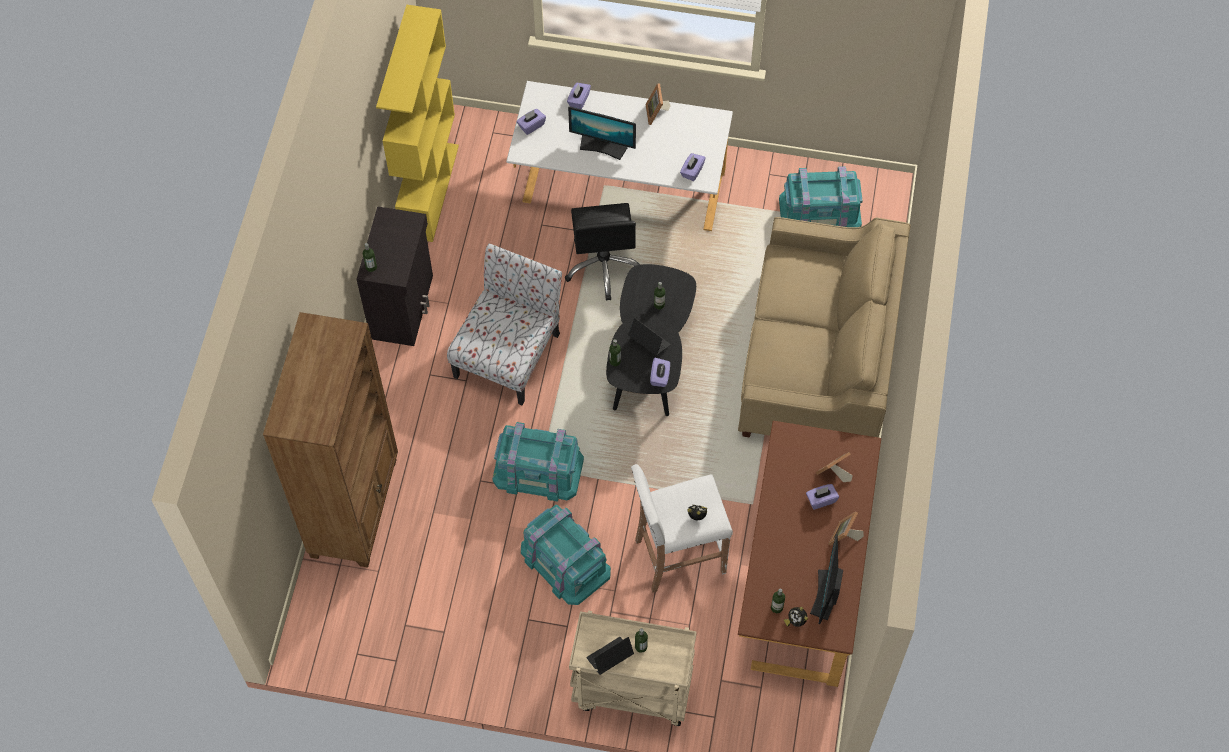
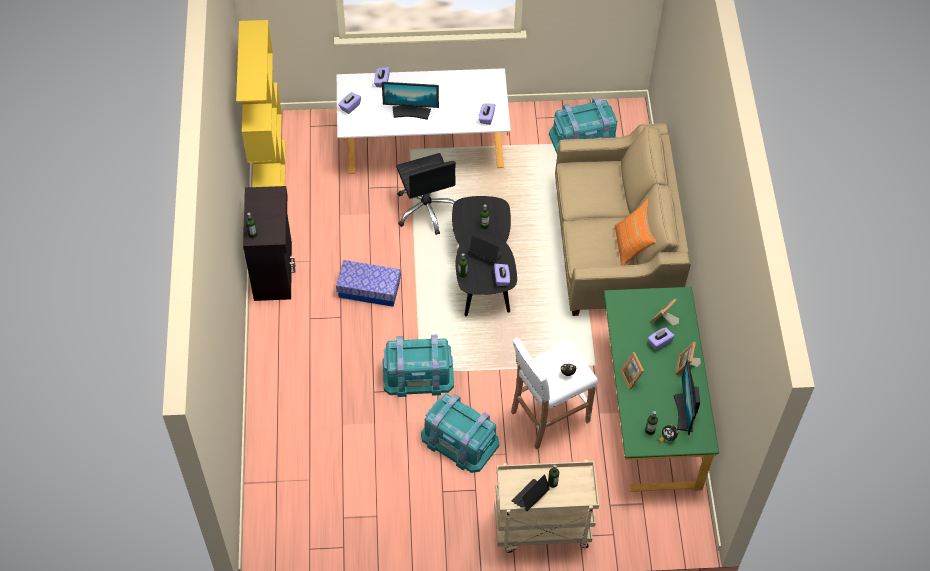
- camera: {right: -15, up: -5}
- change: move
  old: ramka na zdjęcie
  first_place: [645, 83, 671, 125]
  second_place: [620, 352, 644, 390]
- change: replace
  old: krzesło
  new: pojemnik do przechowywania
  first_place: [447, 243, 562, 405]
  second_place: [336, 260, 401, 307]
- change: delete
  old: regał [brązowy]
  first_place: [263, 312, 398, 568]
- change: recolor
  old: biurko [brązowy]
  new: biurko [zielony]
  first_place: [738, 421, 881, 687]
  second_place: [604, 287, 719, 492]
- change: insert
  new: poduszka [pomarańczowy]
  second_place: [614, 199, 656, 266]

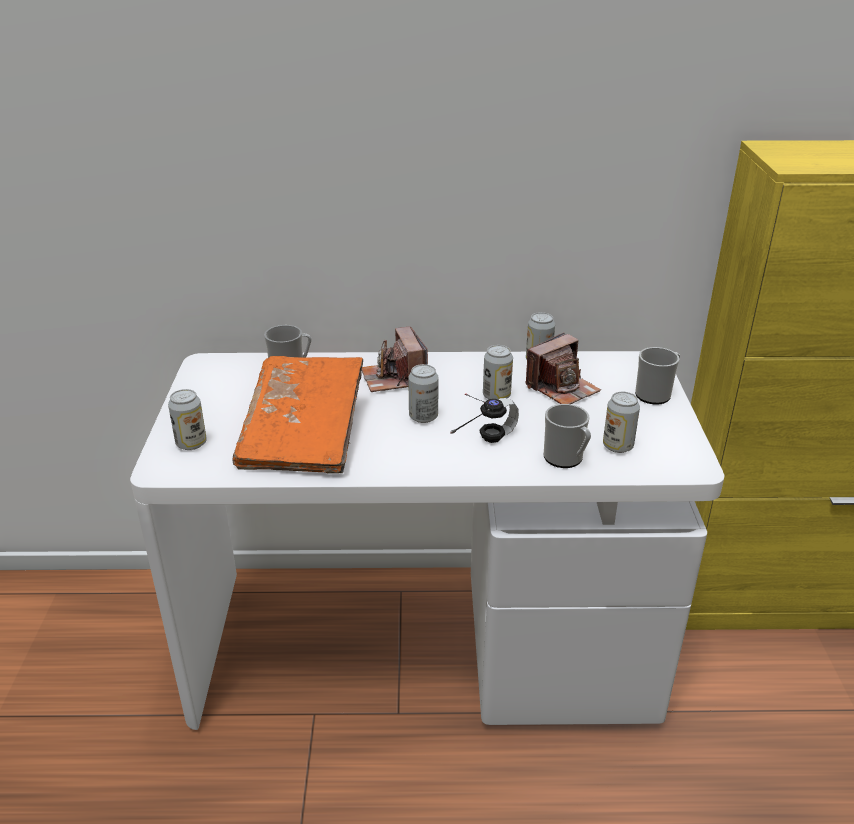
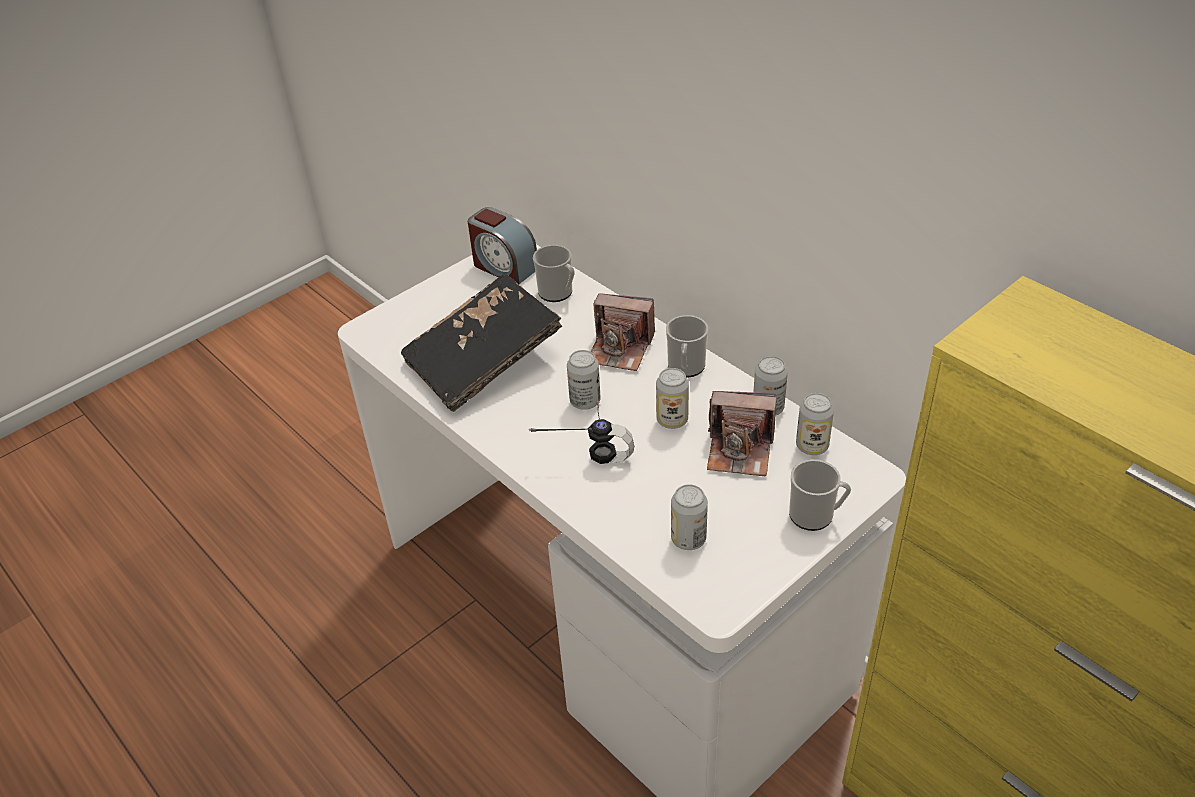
- camera: {right: 50, up: 10}
- change: rotate
  old: aparat fotograficzny
  first_place: [362, 326, 428, 392]
  second_place: [591, 293, 655, 371]
  degrees: -105
- change: recolor
  old: książka [pomarańczowy]
  new: książka [czarny]
  first_place: [233, 356, 363, 473]
  second_place: [401, 275, 562, 412]
- change: move
  old: puszka
  first_place: [168, 389, 207, 450]
  second_place: [796, 393, 834, 455]
- change: move
  old: kubek
  first_place: [544, 404, 591, 468]
  second_place: [666, 315, 708, 377]
- change: insert
  new: budzik
  second_place: [468, 207, 537, 284]

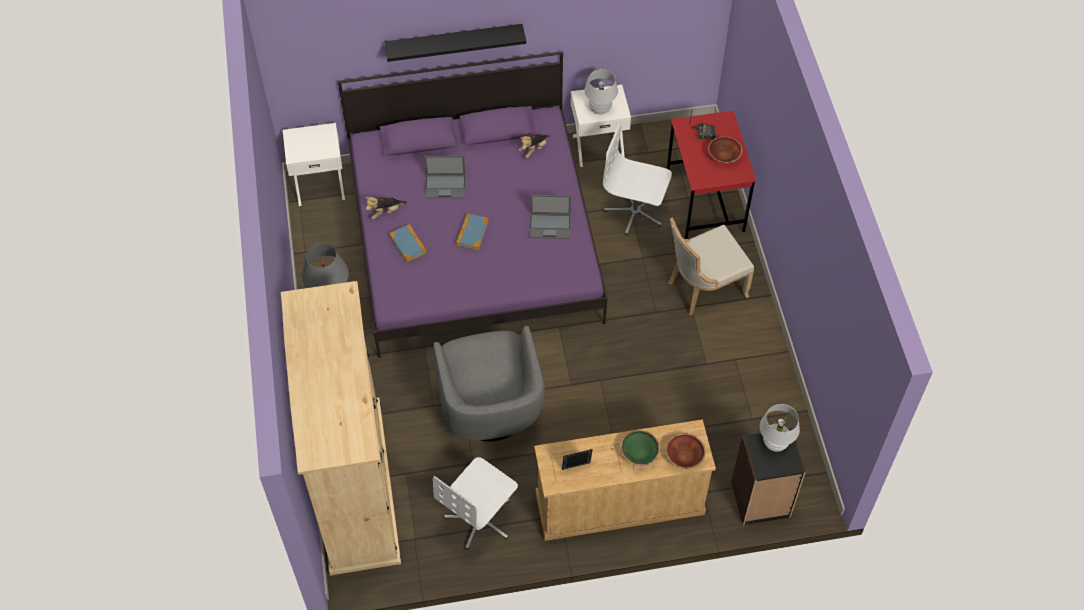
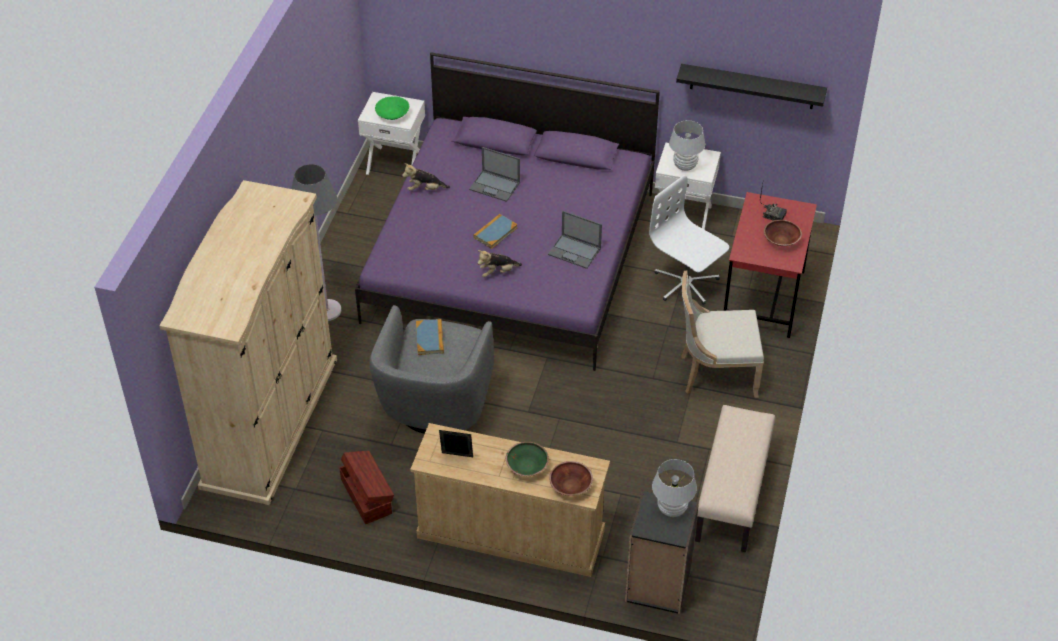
- camera: {right: 25, up: -10}
- change: move
  old: półka [czarny]
  first_place: [384, 24, 526, 62]
  second_place: [676, 64, 827, 109]
- change: move
  old: pluszak
  first_place: [519, 133, 550, 158]
  second_place: [478, 250, 522, 277]
- change: move
  old: książka
  first_place: [389, 224, 427, 263]
  second_place: [416, 319, 444, 355]
- change: replace
  old: krzesło biurowe [biały]
  new: pojemnik do przechowywania [brązowy]
  first_place: [433, 457, 518, 550]
  second_place: [339, 451, 394, 524]
- change: insert
  new: miska [zielony]
  second_place: [375, 96, 409, 120]
- change: insert
  new: ławka [beżowy]
  second_place: [695, 405, 776, 552]

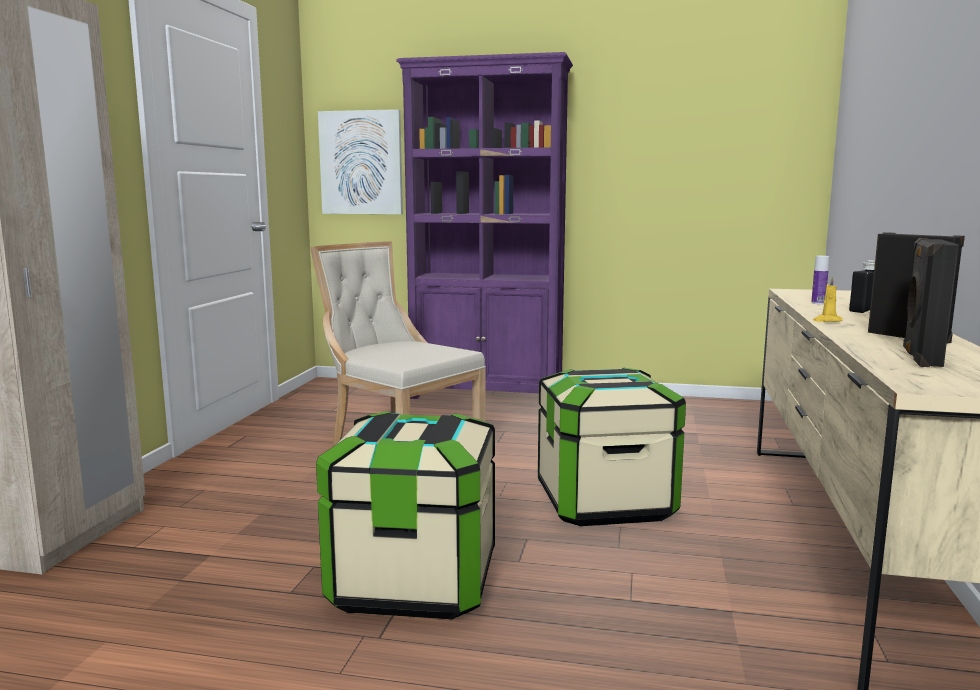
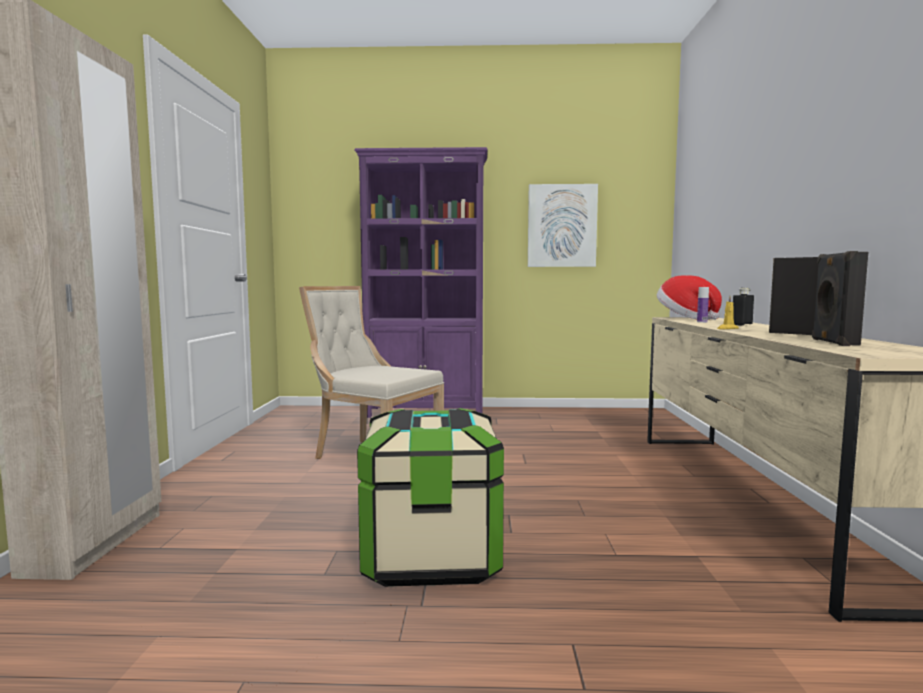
- camera: {right: -10, up: -5}
- change: move
  old: obraz
  first_place: [318, 109, 403, 214]
  second_place: [528, 184, 598, 267]
- change: delete
  old: pojemnik do przechowywania
  first_place: [538, 368, 686, 526]
- change: insert
  new: kapelusz
  second_place: [657, 275, 722, 320]

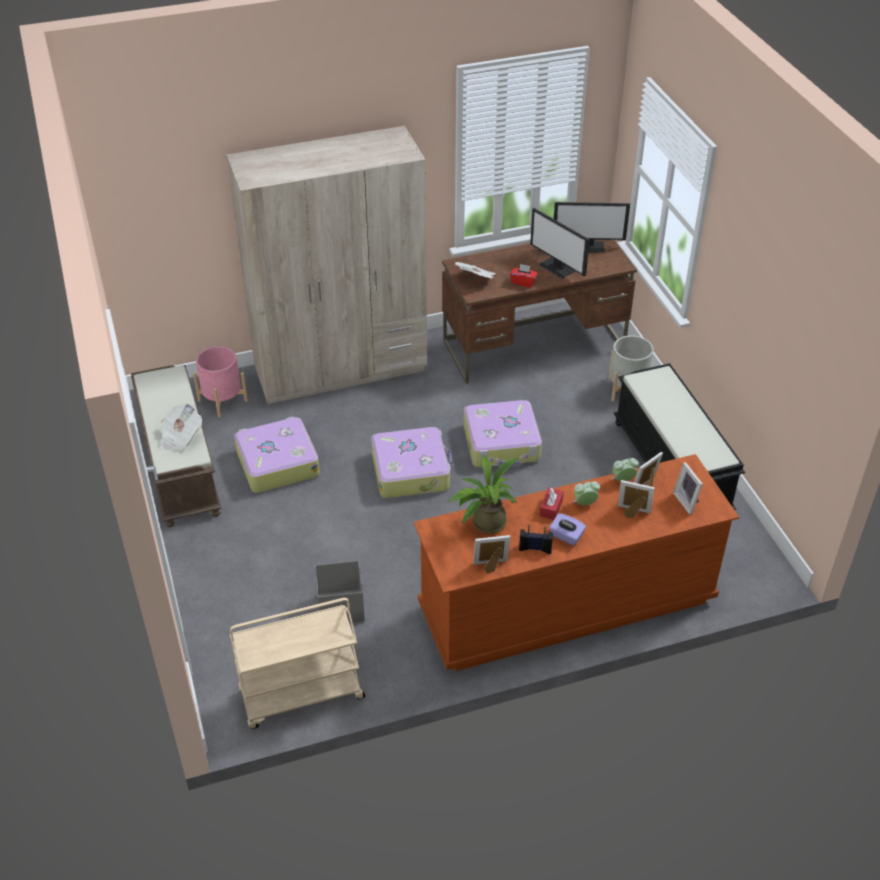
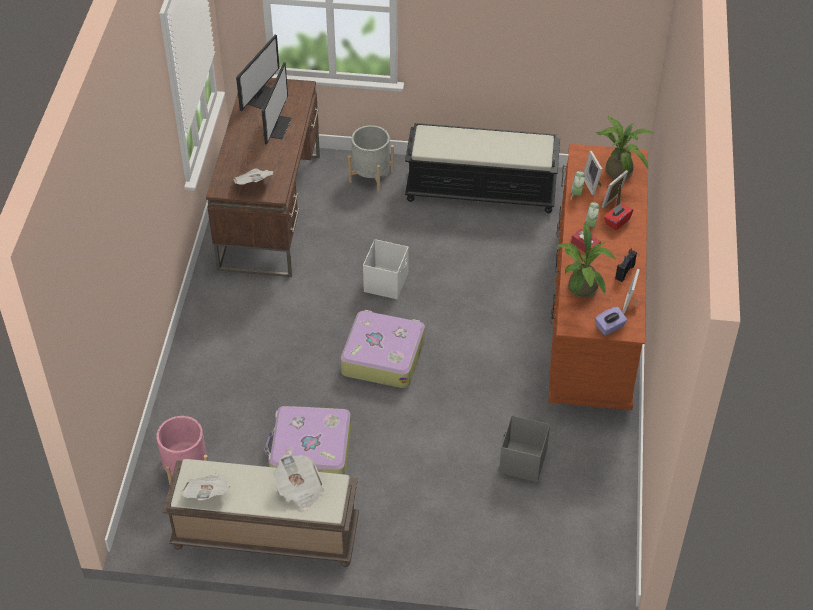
- camera: {right: -65, up: 5}
- change: delete
  old: szafa [beżowy]
  first_place: [226, 126, 427, 405]
- change: rotate
  old: monitor
  first_place: [530, 208, 590, 279]
  second_place: [262, 62, 291, 145]
  degrees: -60
- change: move
  old: pudełko chusteczek [czerwony]
  first_place: [510, 264, 538, 287]
  second_place: [604, 203, 633, 230]
- change: replace
  old: walizka
  new: pojemnik do przechowywania [biały]
  first_place: [463, 400, 542, 467]
  second_place: [363, 239, 409, 299]
- change: replace
  old: ramka na zdjęcie
  new: roślina doniczkowa
  first_place: [673, 462, 703, 515]
  second_place: [596, 116, 655, 179]
- change: move
  old: pudełko chusteczek [fioletowy]
  first_place: [549, 513, 586, 545]
  second_place: [595, 307, 627, 336]
- change: delete
  old: wózek [beżowy]
  first_place: [230, 598, 365, 729]
- change: insert
  new: gazeta
  second_place: [181, 473, 230, 500]

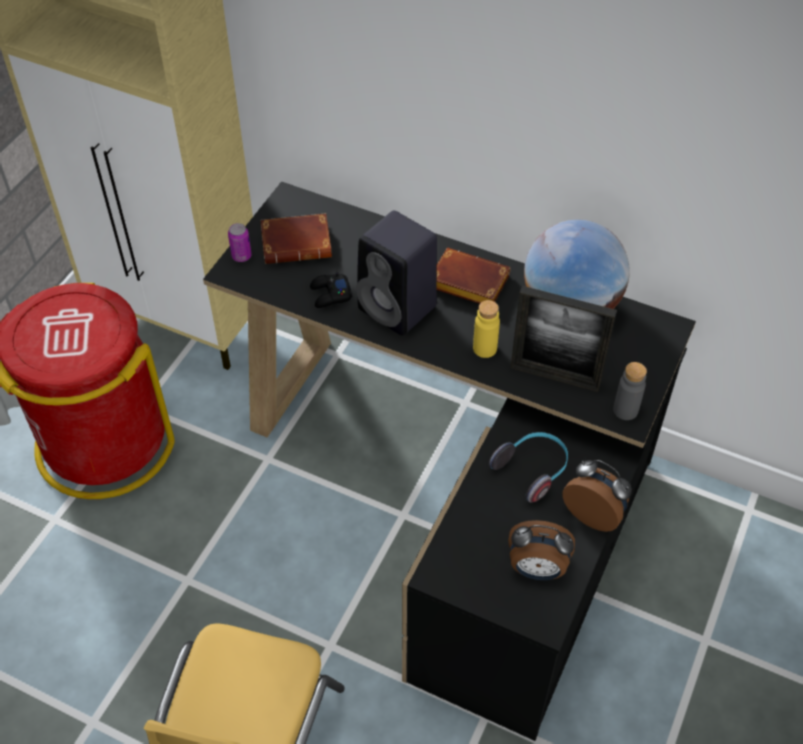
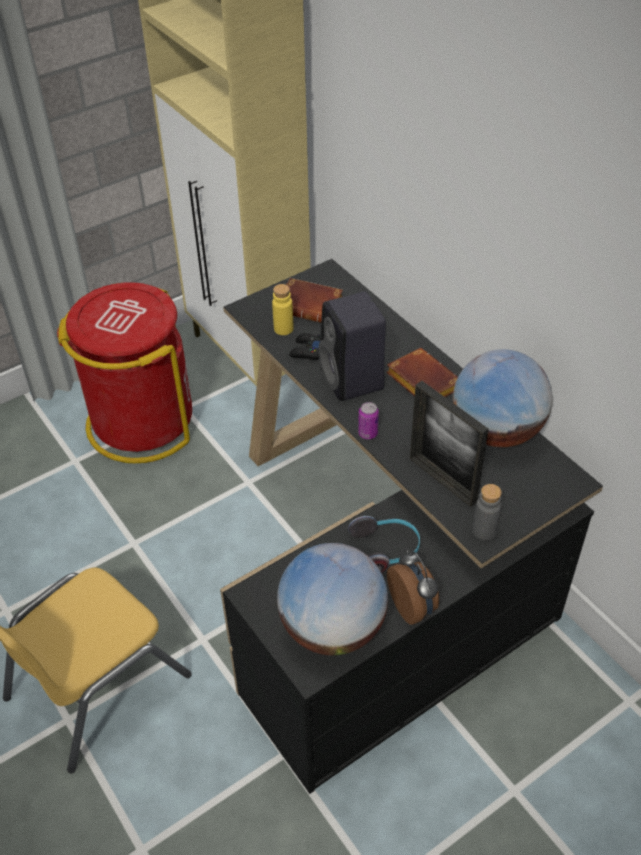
- camera: {right: 30, up: -5}
- change: move
  old: puszka
  first_place: [228, 223, 252, 262]
  second_place: [358, 402, 379, 439]
- change: move
  old: butelka [żółty]
  first_place: [473, 300, 500, 358]
  second_place: [272, 284, 294, 335]
- change: replace
  old: budzik
  new: globus
  first_place: [508, 520, 575, 580]
  second_place: [277, 543, 388, 655]

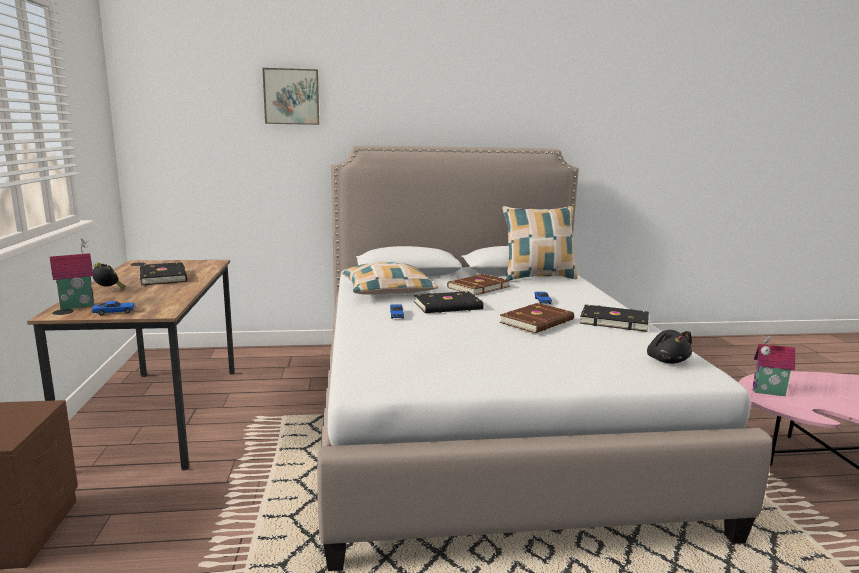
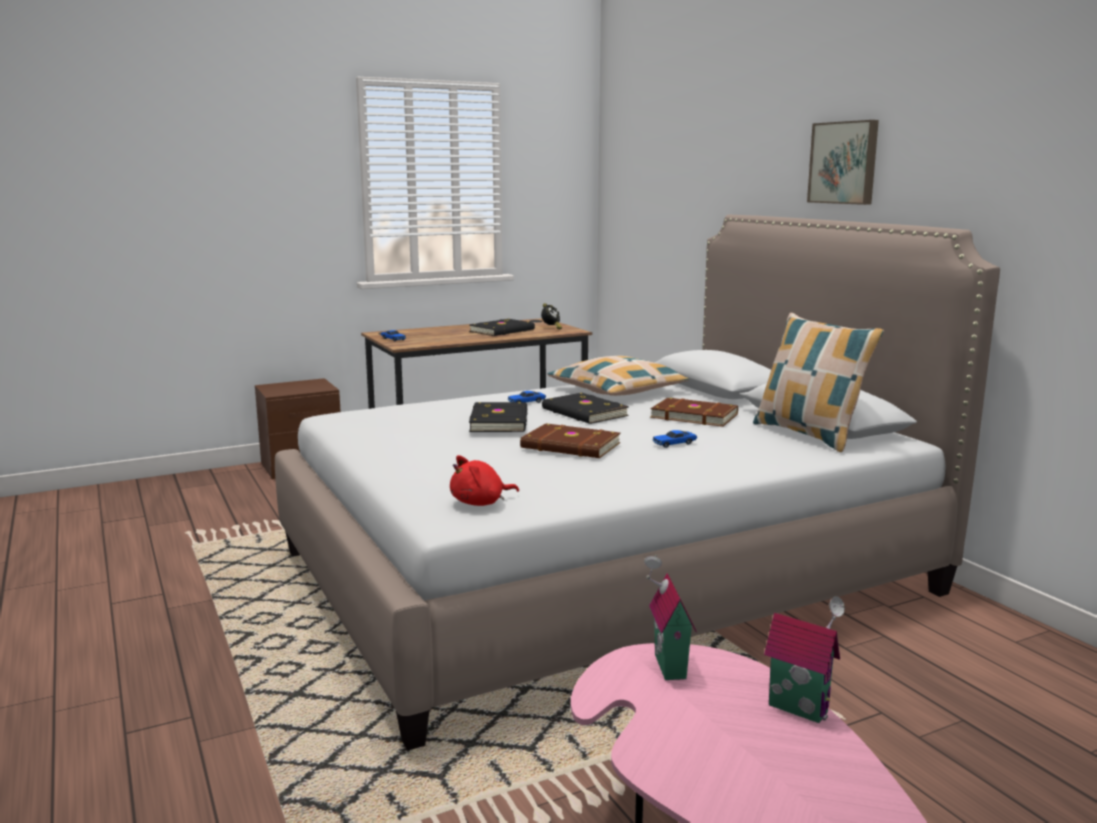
- camera: {right: 70, up: 0}
- change: move
  old: obraz
  first_place: [262, 68, 319, 125]
  second_place: [807, 120, 879, 205]
- change: move
  old: domek
  first_place: [50, 238, 95, 310]
  second_place: [764, 596, 845, 723]
- change: move
  old: budzik
  first_place: [93, 262, 125, 289]
  second_place: [541, 303, 562, 329]
- change: move
  old: książka [czarny]
  first_place: [580, 305, 649, 332]
  second_place: [469, 402, 528, 432]
- change: recolor
  old: pluszak [czarny]
  new: pluszak [czerwony]
  first_place: [647, 330, 692, 364]
  second_place: [450, 455, 519, 506]

